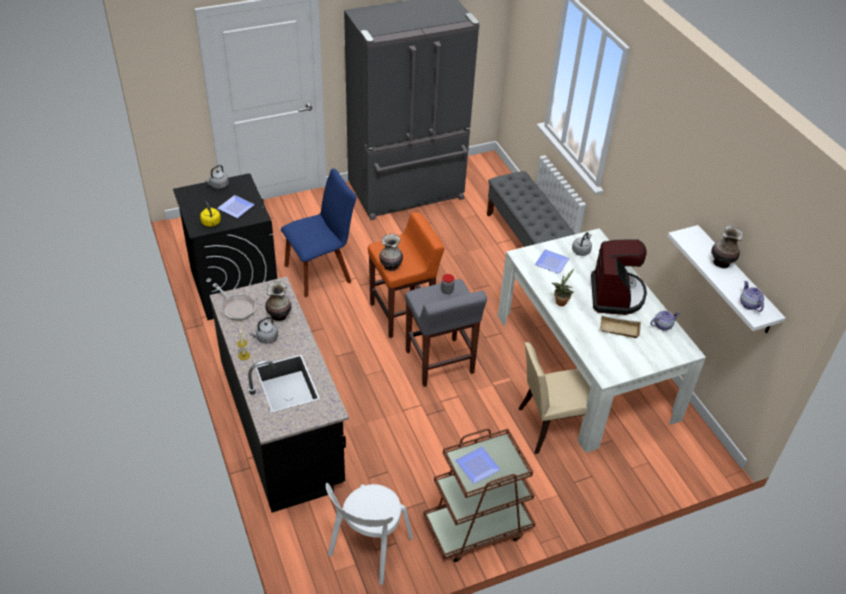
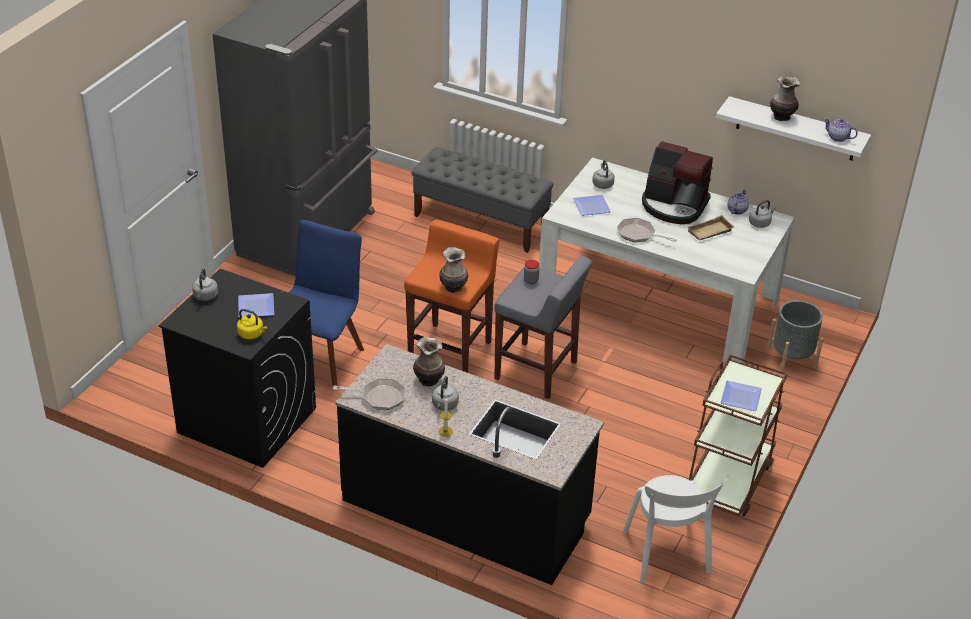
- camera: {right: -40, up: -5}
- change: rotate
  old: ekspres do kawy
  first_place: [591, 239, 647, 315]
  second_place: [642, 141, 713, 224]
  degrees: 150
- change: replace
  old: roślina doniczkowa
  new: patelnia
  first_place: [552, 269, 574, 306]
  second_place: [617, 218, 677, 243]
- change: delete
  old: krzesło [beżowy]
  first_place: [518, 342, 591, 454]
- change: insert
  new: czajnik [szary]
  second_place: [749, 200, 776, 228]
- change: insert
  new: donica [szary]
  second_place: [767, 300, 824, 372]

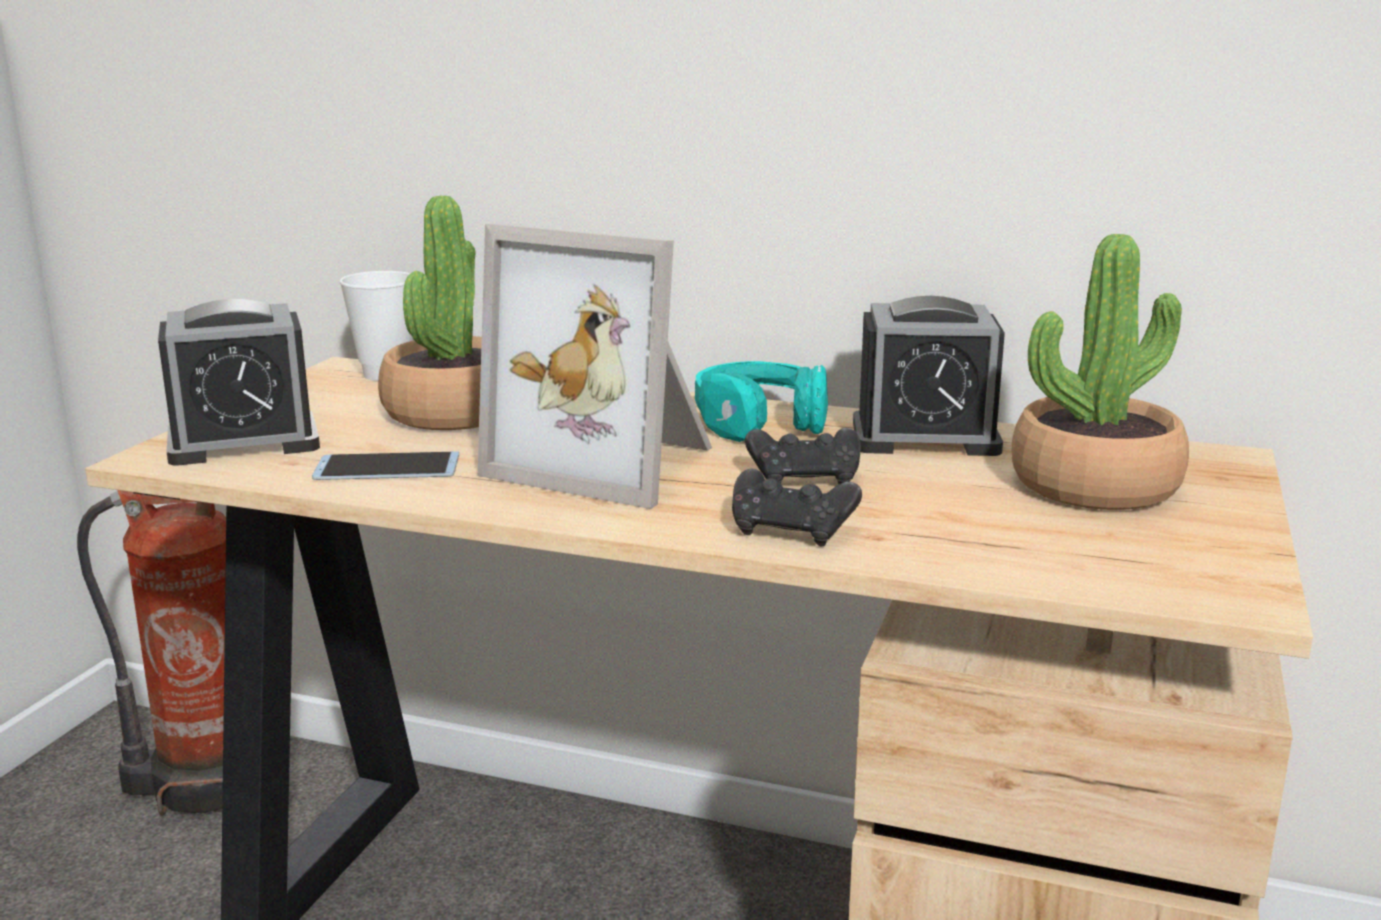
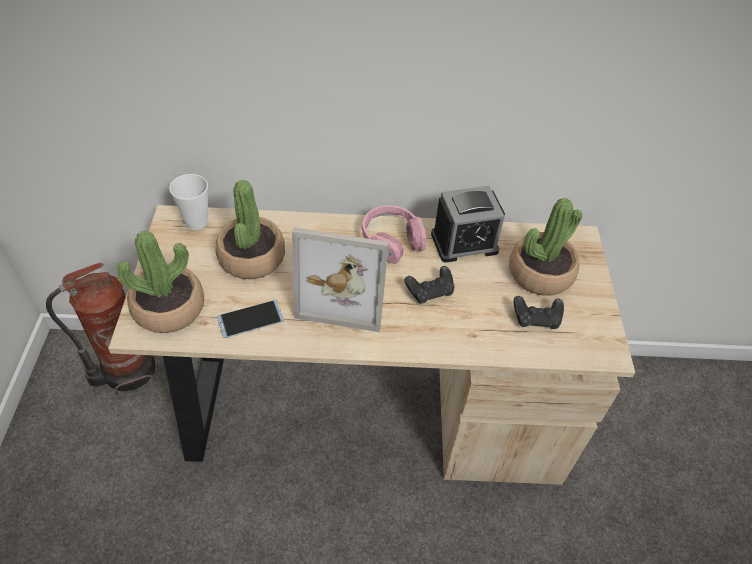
- camera: {right: -20, up: 30}
- change: replace
  old: budzik
  new: roślina doniczkowa
  first_place: [158, 299, 320, 466]
  second_place: [117, 231, 204, 333]
- change: recolor
  old: słuchawki [turkusowy]
  new: słuchawki [różowy]
  first_place: [695, 361, 828, 442]
  second_place: [362, 205, 426, 264]
- change: move
  old: pad do gier [czarny]
  first_place: [732, 469, 862, 547]
  second_place: [514, 296, 564, 329]

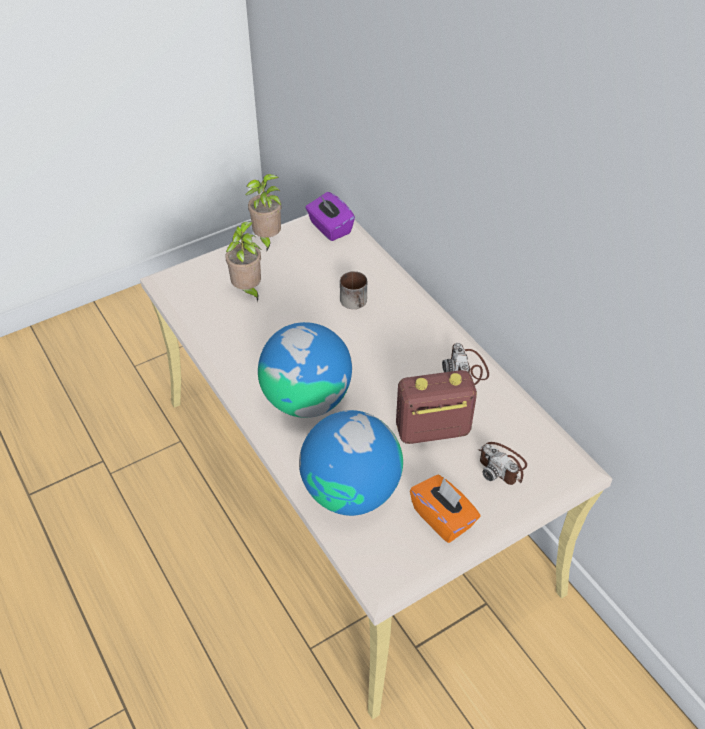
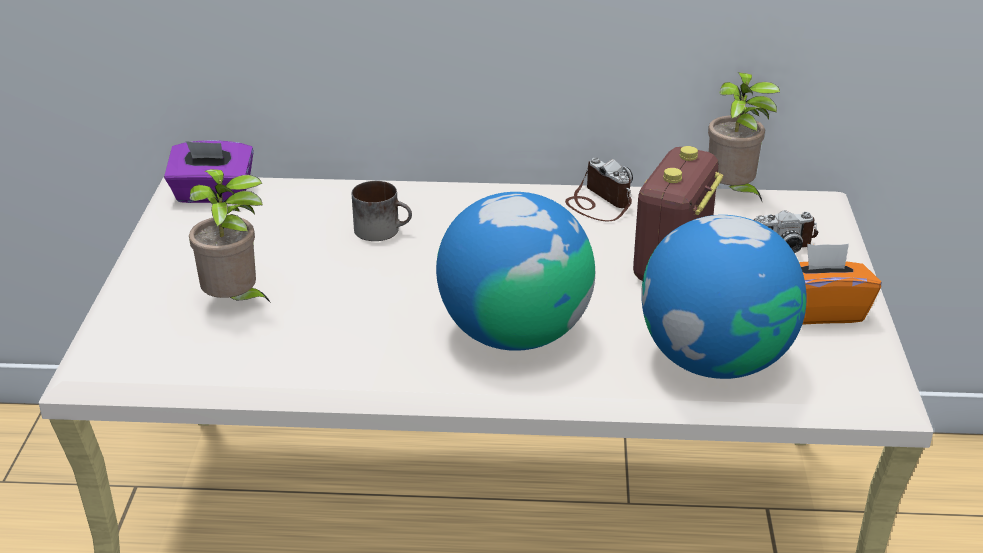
- camera: {right: -55, up: -15}
- change: move
  old: roślina doniczkowa
  first_place: [245, 174, 281, 252]
  second_place: [708, 72, 780, 203]
- change: rotate
  old: aparat fotograficzny
  first_place: [442, 343, 489, 385]
  second_place: [565, 157, 633, 221]
  degrees: -150

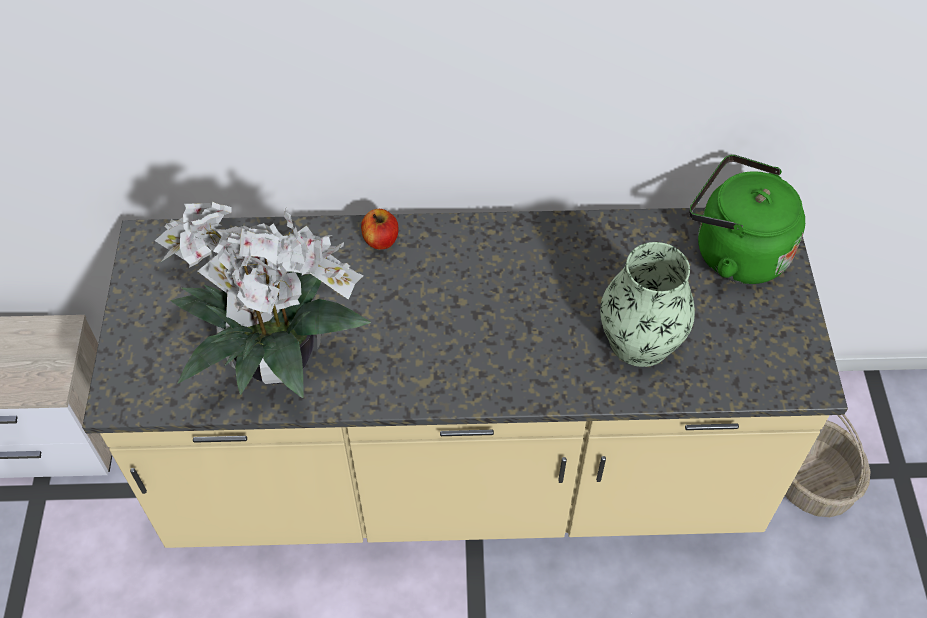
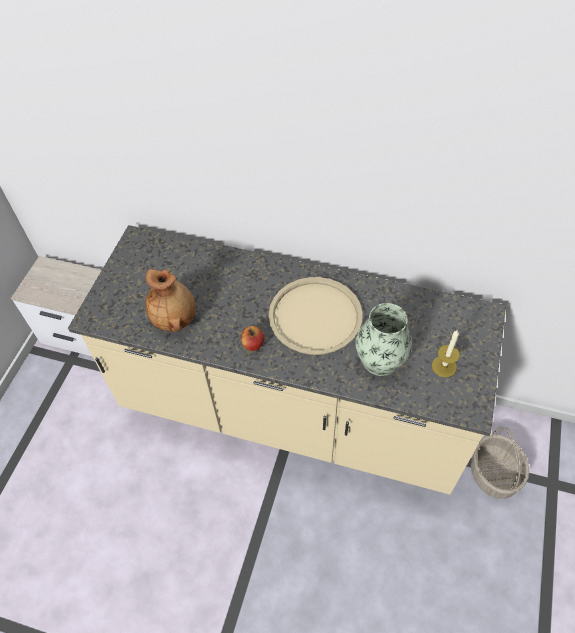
- camera: {right: 20, up: 0}
- change: delete
  old: czajnik [zielony]
  first_place: [689, 155, 805, 284]
- change: replace
  old: roślina doniczkowa
  new: wazon [brązowy]
  first_place: [155, 202, 371, 398]
  second_place: [146, 269, 196, 332]
- change: move
  old: jabłko
  first_place: [361, 209, 398, 250]
  second_place: [241, 326, 264, 351]
- change: insert
  new: taca [beżowy]
  second_place: [269, 277, 363, 355]
- change: insert
  new: świeca
  second_place: [432, 330, 460, 377]

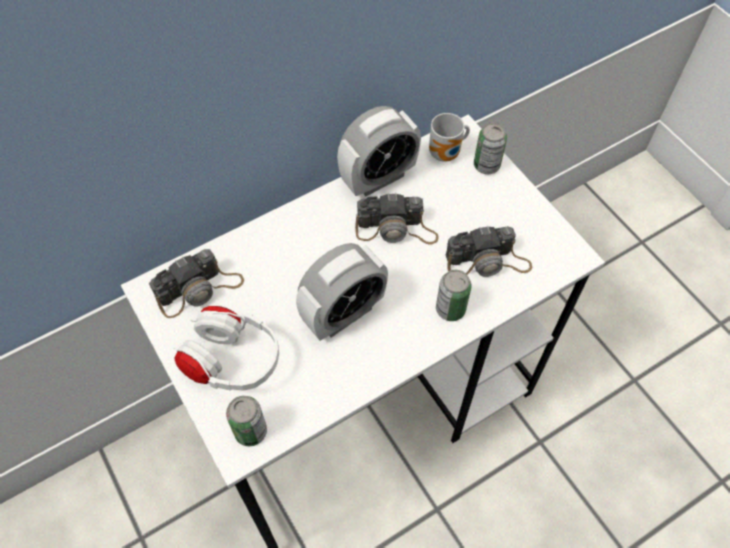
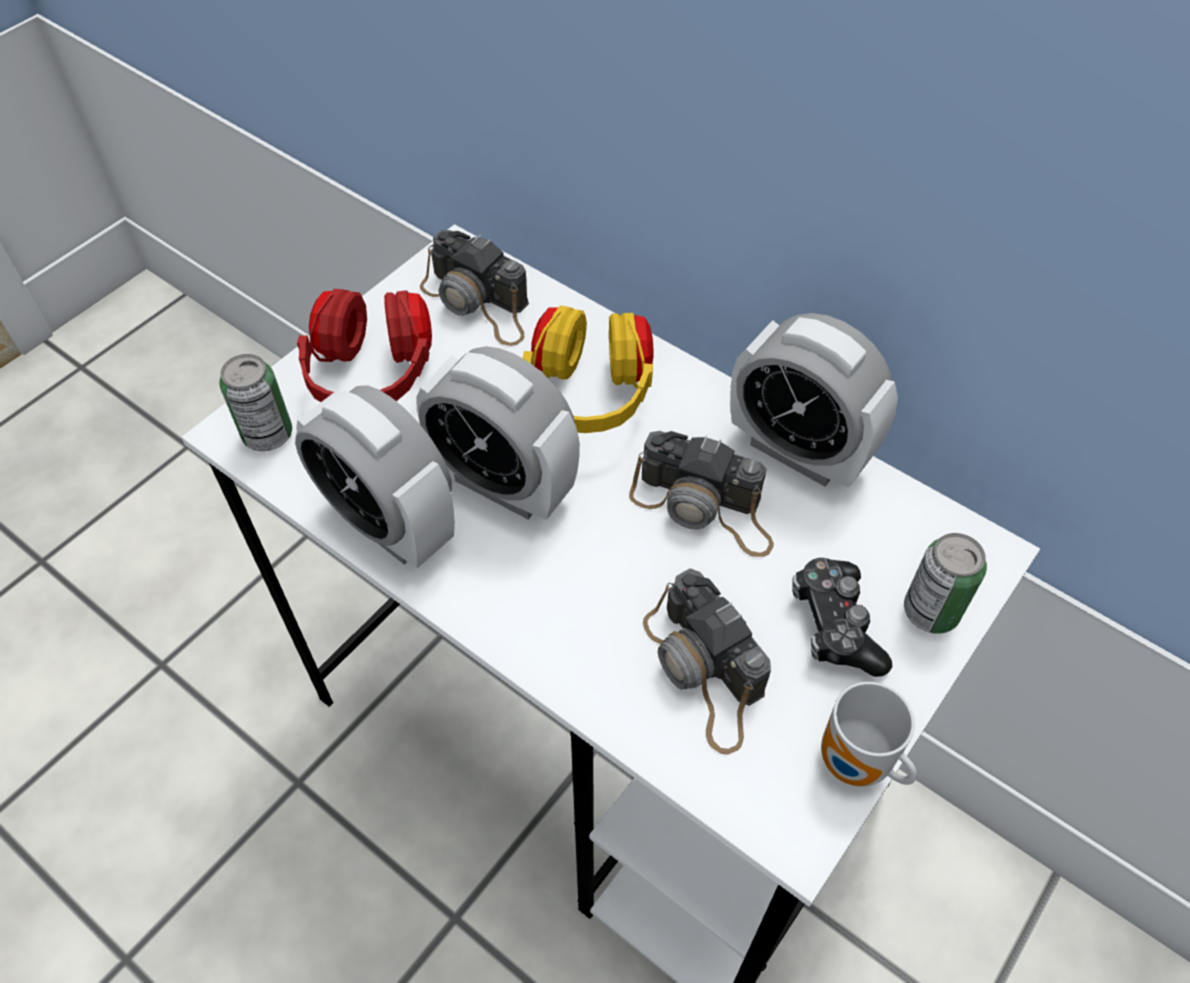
- camera: {right: 70, up: -5}
- change: move
  old: kubek
  first_place: [429, 113, 470, 162]
  second_place: [821, 682, 917, 787]
- change: rotate
  old: aparat fotograficzny
  first_place: [355, 193, 438, 245]
  second_place: [629, 431, 774, 557]
  degrees: -45
- change: delete
  old: puszka
  first_place: [436, 270, 472, 321]
- change: recolor
  old: słuchawki [biały]
  new: słuchawki [czerwony]
  first_place: [174, 306, 279, 391]
  second_place: [297, 289, 432, 402]
- change: insert
  new: słuchawki [żółty]
  second_place: [522, 305, 654, 433]
- change: insert
  new: budzik
  second_place: [295, 386, 455, 568]
- change: insert
  new: pad do gier
  second_place: [792, 558, 892, 677]

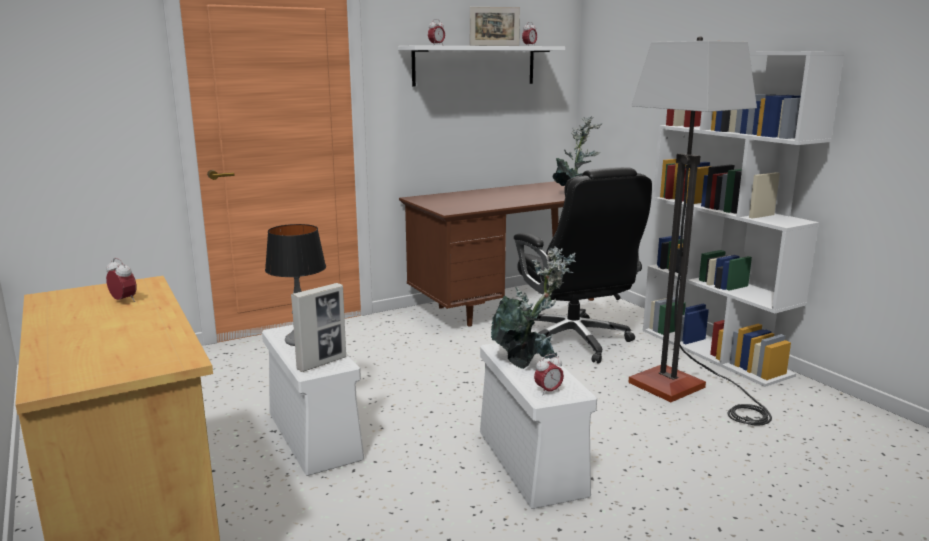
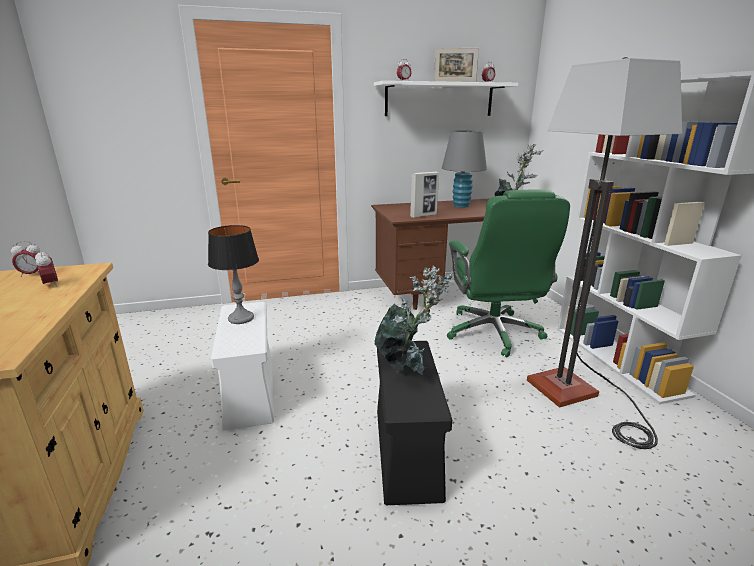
- camera: {right: 15, up: 5}
- change: recolor
  old: krzesło biurowe [czarny]
  new: krzesło biurowe [zielony]
  first_place: [514, 167, 652, 364]
  second_place: [447, 190, 570, 357]
- change: move
  old: ramka na zdjęcie
  first_place: [291, 283, 346, 372]
  second_place: [410, 171, 439, 218]
- change: recolor
  old: pojemnik do przechowywania [biały]
  new: pojemnik do przechowywania [czarny]
  first_place: [480, 343, 597, 509]
  second_place: [377, 341, 452, 505]
- change: move
  old: budzik
  first_place: [534, 354, 564, 396]
  second_place: [11, 241, 40, 277]
- change: insert
  new: lampa stołowa [szary]
  second_place: [442, 130, 487, 208]

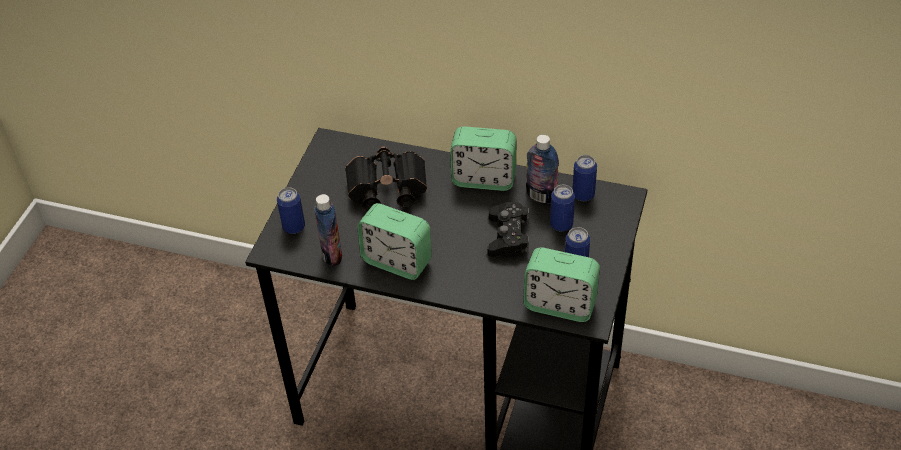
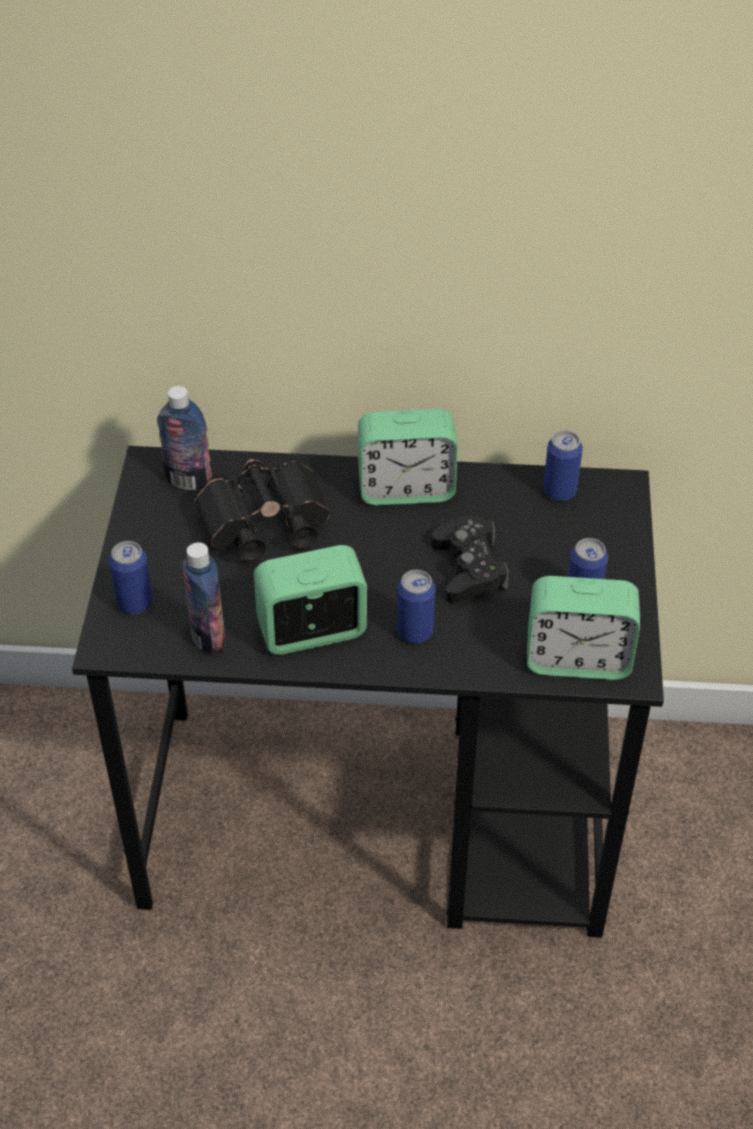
- camera: {right: -15, up: 0}
- change: move
  old: butelka
  first_place: [526, 135, 559, 203]
  second_place: [157, 386, 212, 490]
- change: move
  old: puszka
  first_place: [550, 185, 575, 232]
  second_place: [397, 570, 435, 643]
- change: rotate
  old: budzik
  first_place: [357, 203, 431, 280]
  second_place: [254, 545, 367, 655]
  degrees: 150

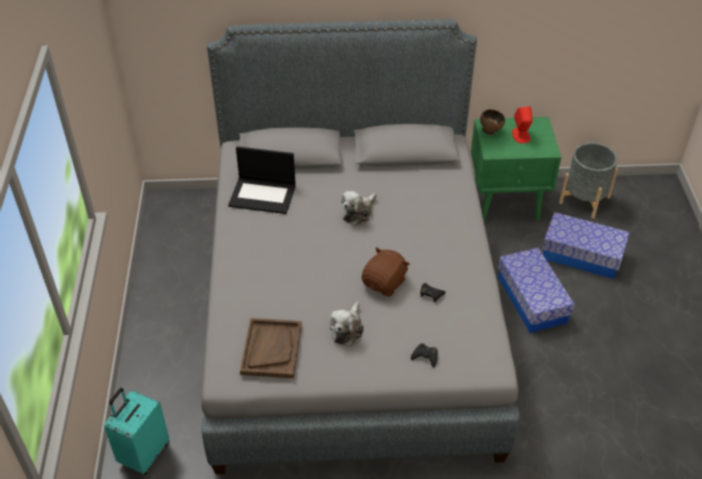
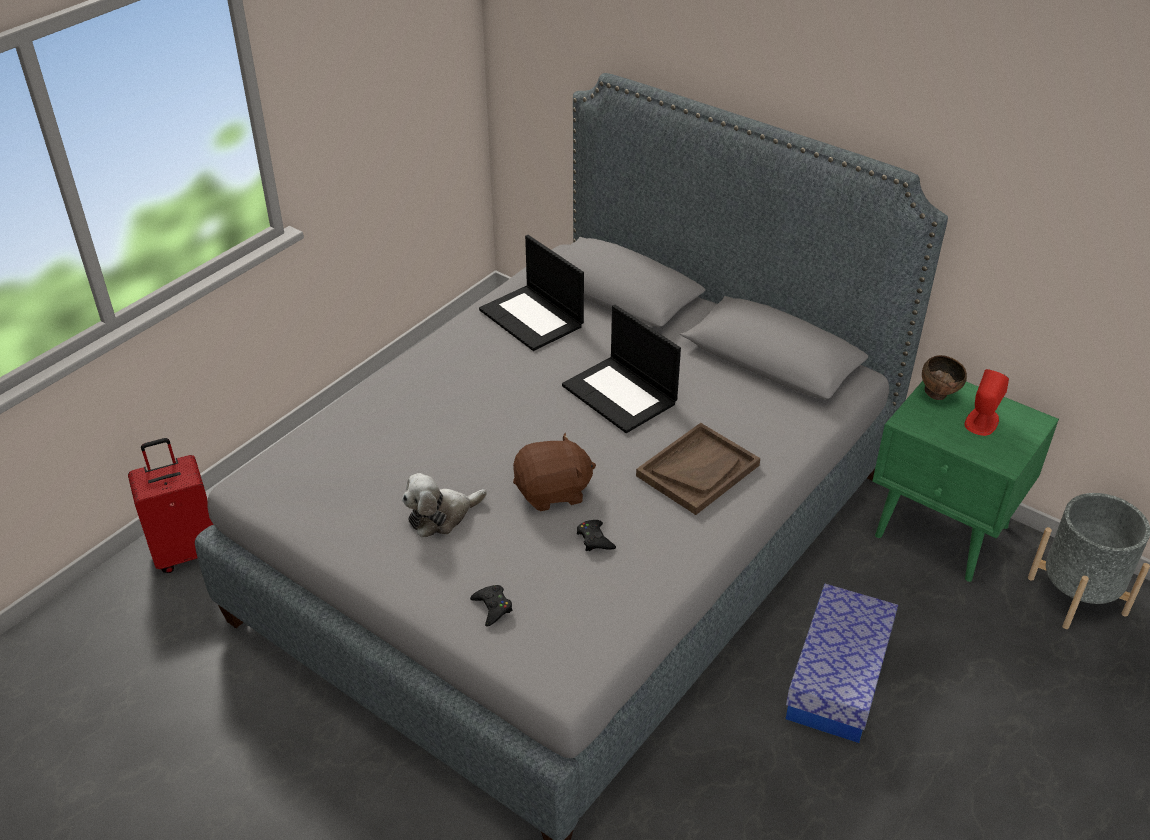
- camera: {right: 40, up: -5}
- change: replace
  old: pluszak
  new: laptop
  first_place: [341, 191, 377, 226]
  second_place: [562, 305, 681, 433]
- change: delete
  old: pojemnik do przechowywania
  first_place: [542, 212, 630, 279]
- change: move
  old: taca [brązowy]
  first_place: [240, 318, 302, 378]
  second_place: [636, 423, 760, 515]
- change: recolor
  old: walizka [turkusowy]
  new: walizka [czerwony]
  first_place: [104, 388, 169, 475]
  second_place: [128, 438, 214, 573]

